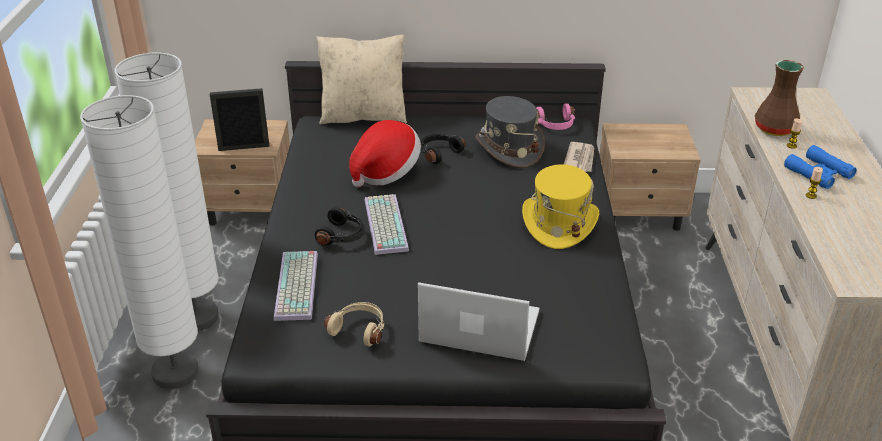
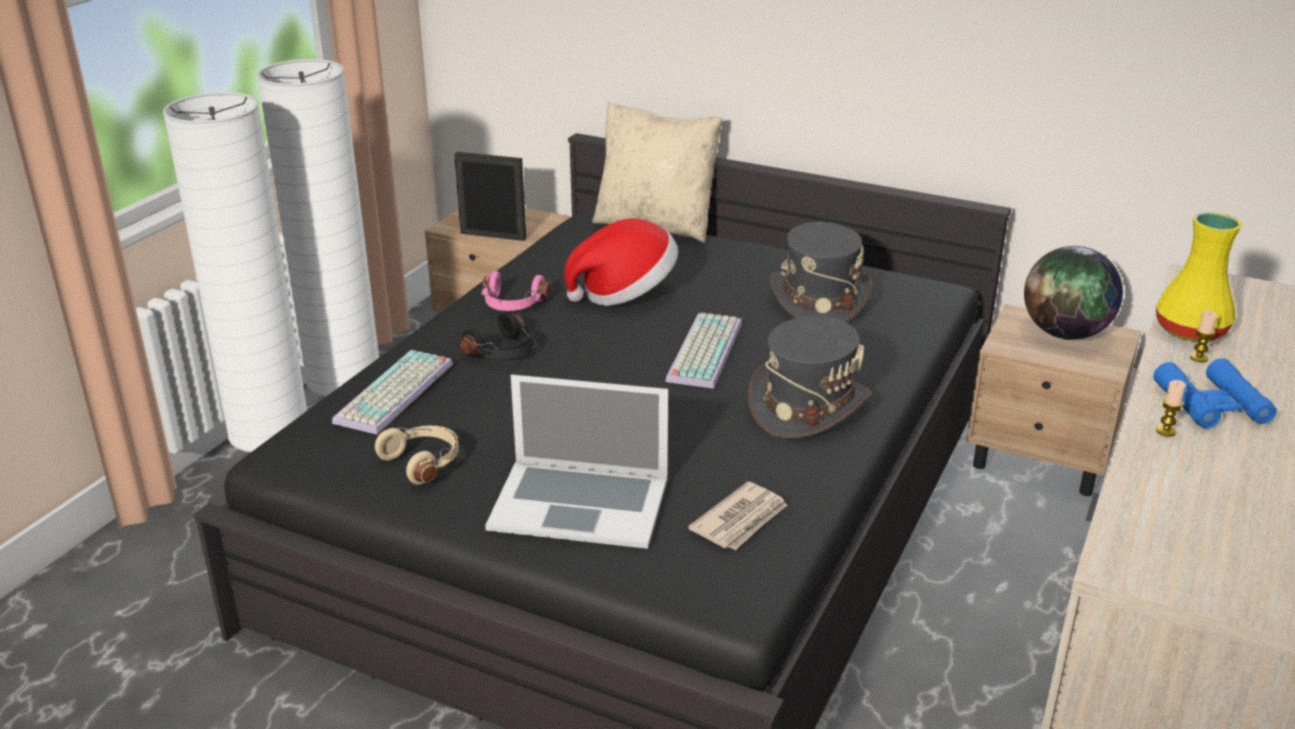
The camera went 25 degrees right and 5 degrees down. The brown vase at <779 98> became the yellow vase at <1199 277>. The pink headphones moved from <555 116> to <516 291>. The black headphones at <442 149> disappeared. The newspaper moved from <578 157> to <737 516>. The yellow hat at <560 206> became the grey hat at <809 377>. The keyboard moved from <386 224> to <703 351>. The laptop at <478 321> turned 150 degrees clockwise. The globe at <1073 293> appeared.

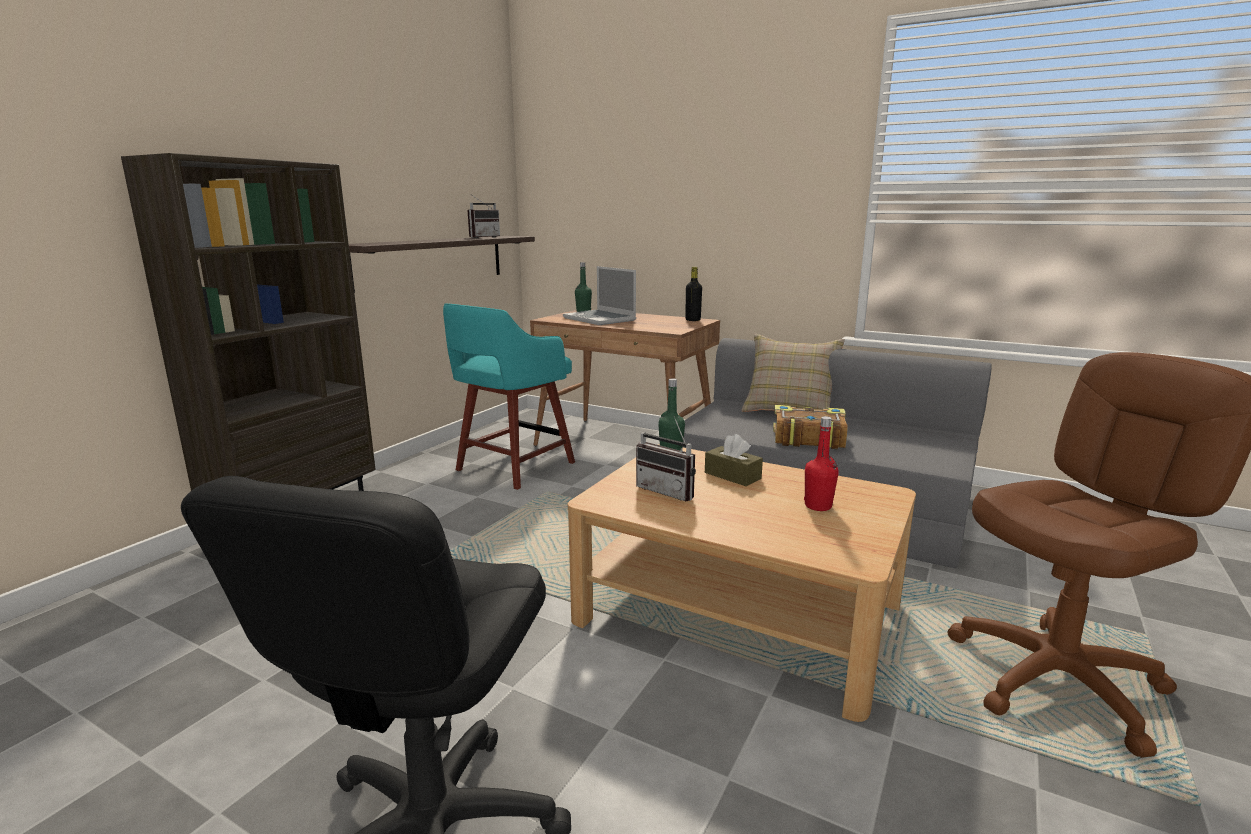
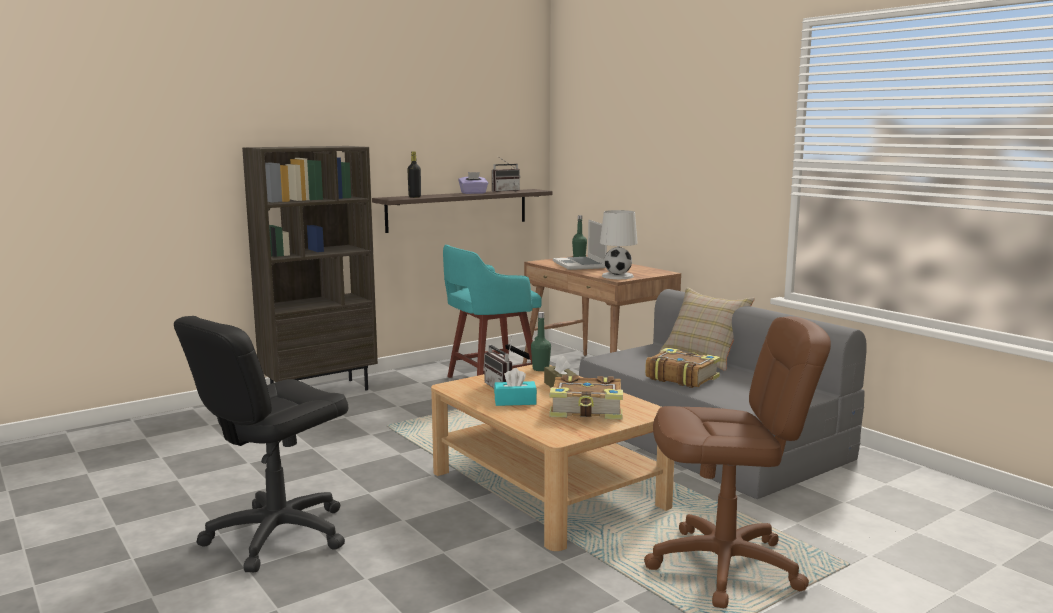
The camera went 25 degrees right and 5 degrees down. The black bottle moved from <693 294> to <414 174>. The red bottle at <821 463> was replaced by the book at <586 397>. The purple tissue box at <473 183> appeared. The white table lamp at <619 244> appeared. The turquoise tissue box at <515 387> appeared.

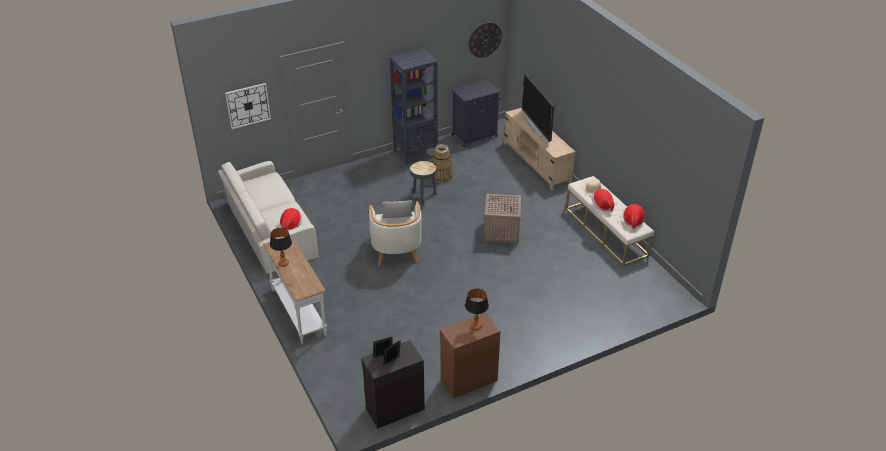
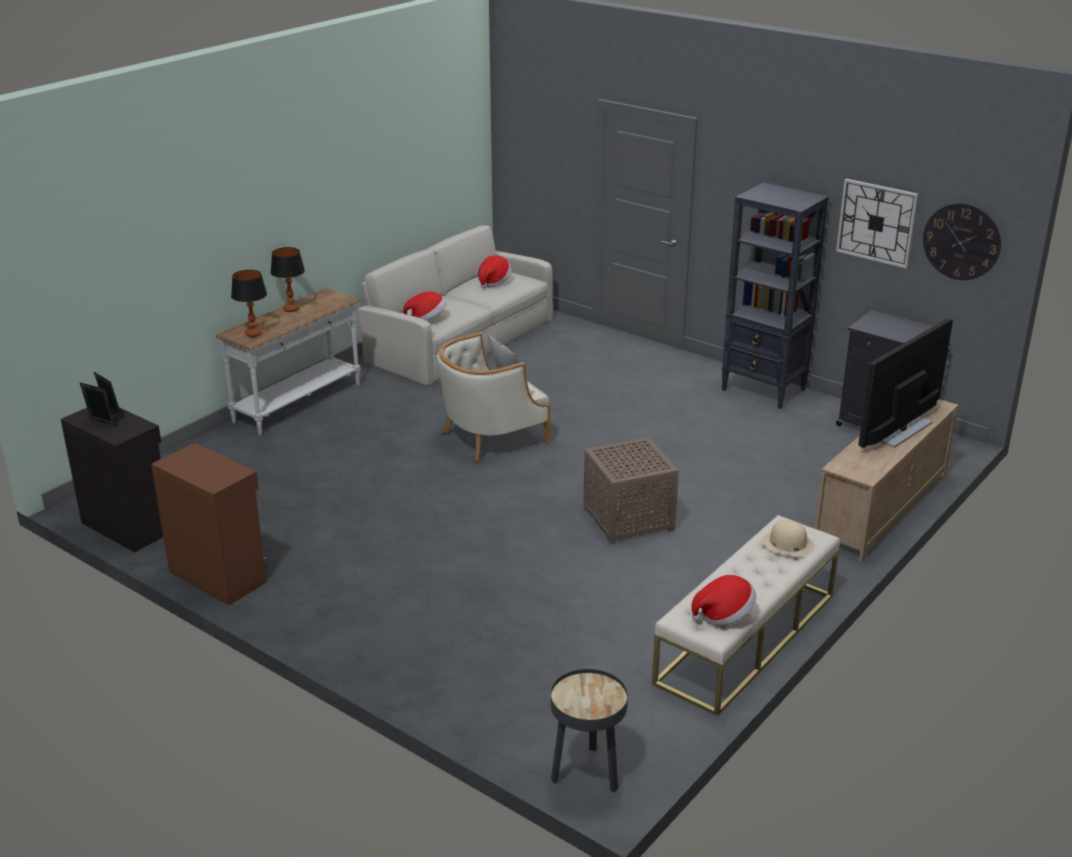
The camera went 65 degrees right and 10 degrees down. The wall clock moved from <248 106> to <877 223>. The basket at <442 163> disappeared. The black side table moved from <423 182> to <589 731>. The hat moved from <603 201> to <494 271>. The table lamp moved from <477 309> to <249 303>.

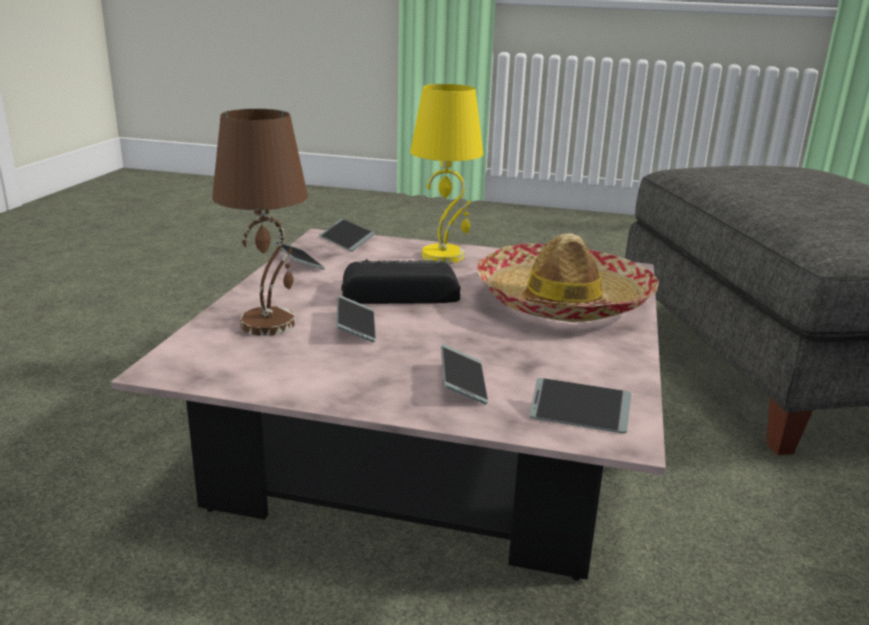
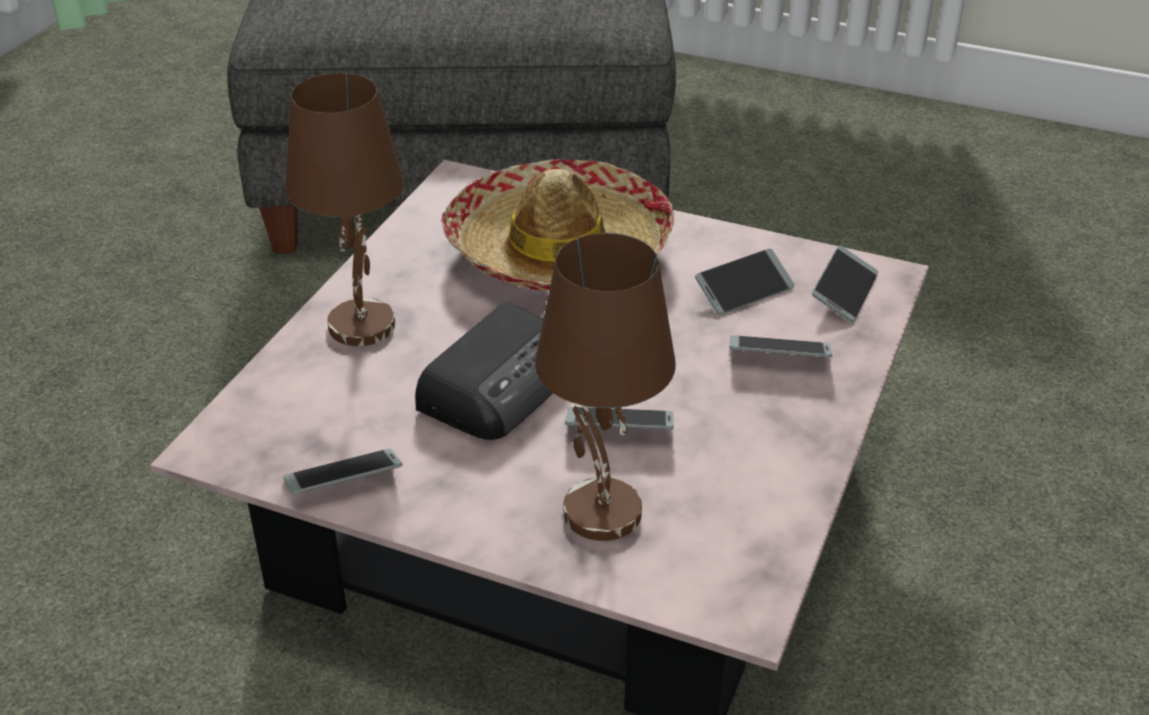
The camera went 80 degrees left and 15 degrees up. The yellow table lamp at <446 173> became the brown table lamp at <345 209>. The phone moved from <347 235> to <745 282>. The radio at <400 281> turned 150 degrees counterclockwise.

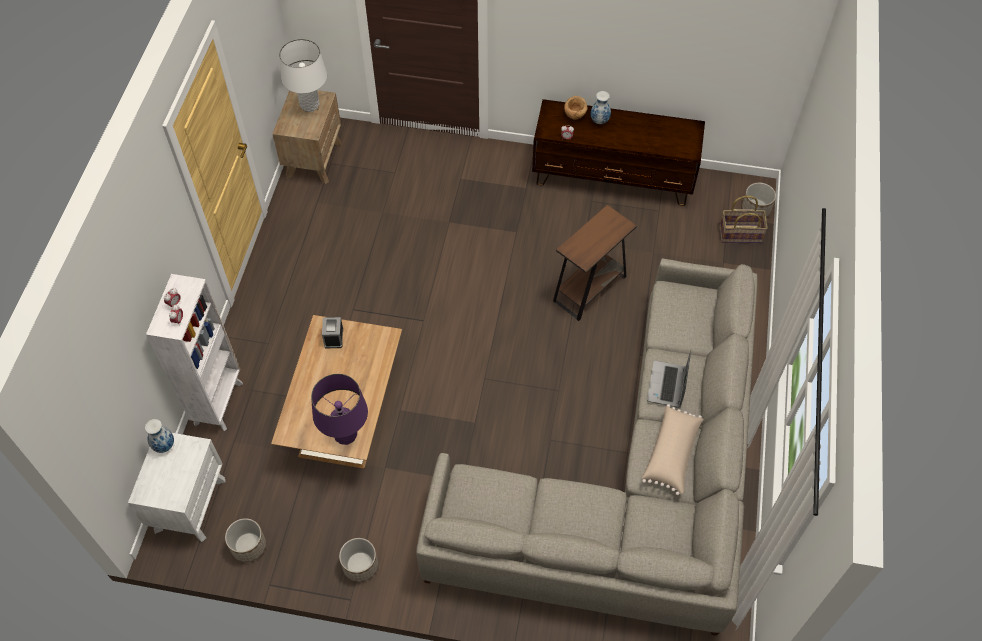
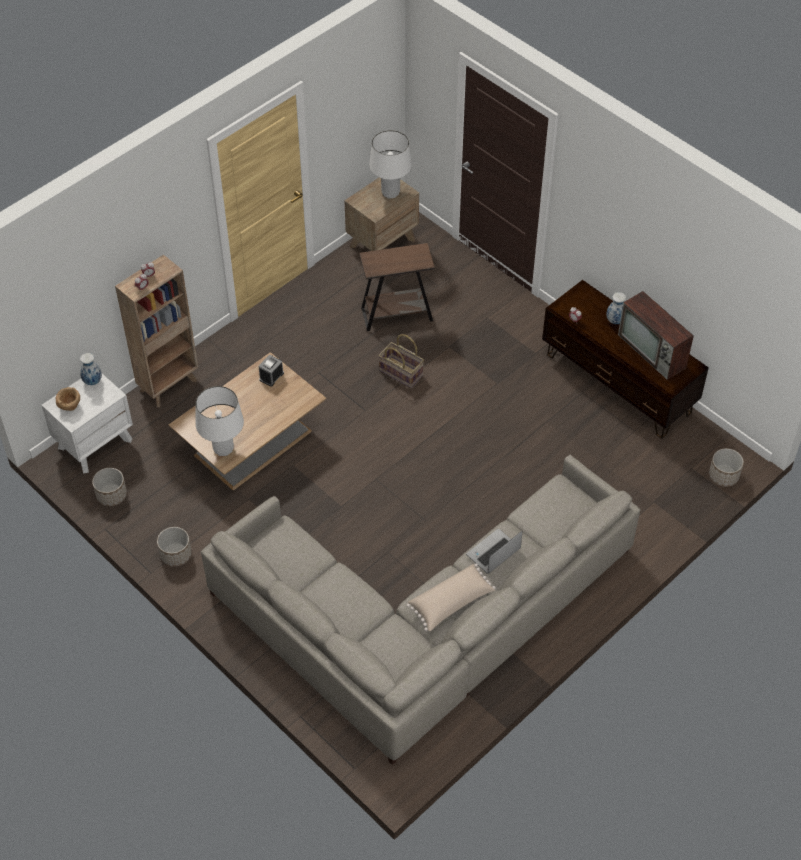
The camera went 35 degrees right and 5 degrees down. The brown bowl moved from <576 108> to <67 399>. The basket moved from <743 219> to <401 361>. The brown side table moved from <595 263> to <397 287>. The white bookcase at <194 352> became the brown bookcase at <156 330>. The purple table lamp at <339 409> became the white table lamp at <220 421>. The television at <656 335> appeared.

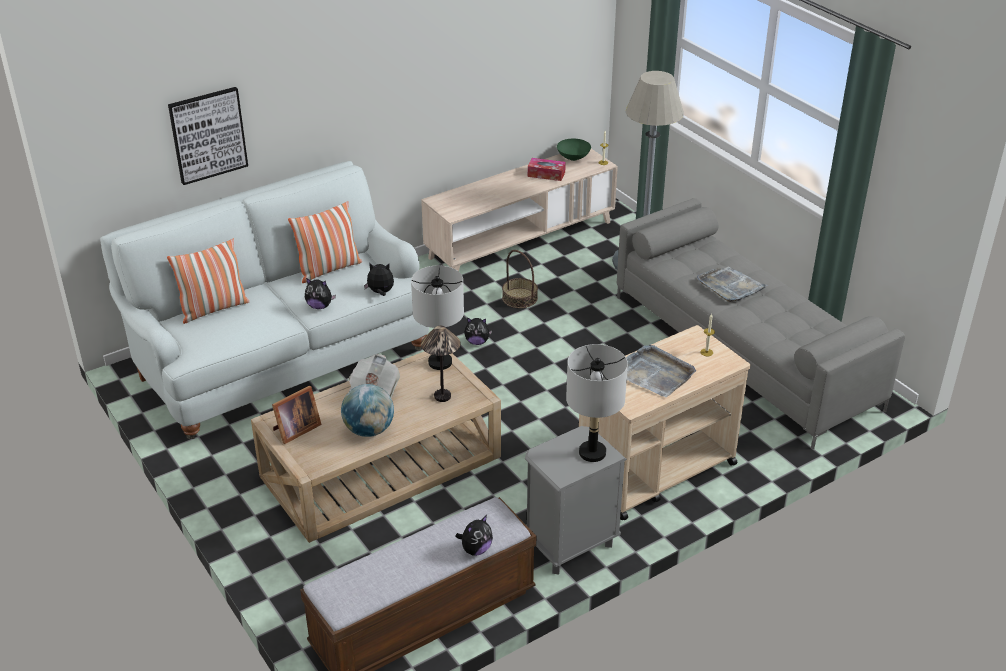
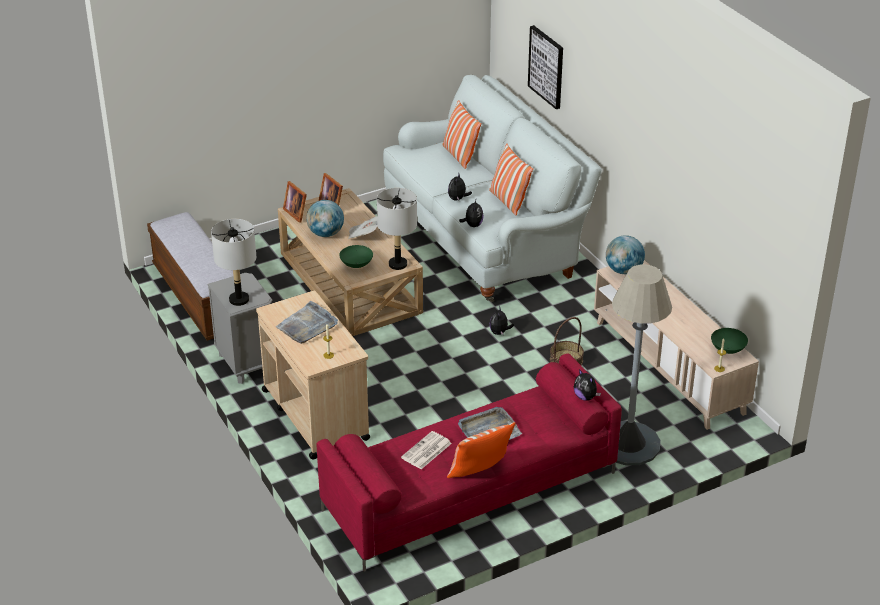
The camera went 95 degrees right and 0 degrees up. The tissue box at <547 169> disappeared. The grey sofa at <761 324> became the red sofa at <469 463>. The table lamp at <441 364> was replaced by the green bowl at <356 256>. The plush toy moved from <474 535> to <587 385>. The picture frame at <295 202> appeared. The globe at <625 254> appeared. The pillow at <481 450> appeared. The newspaper at <426 450> appeared.

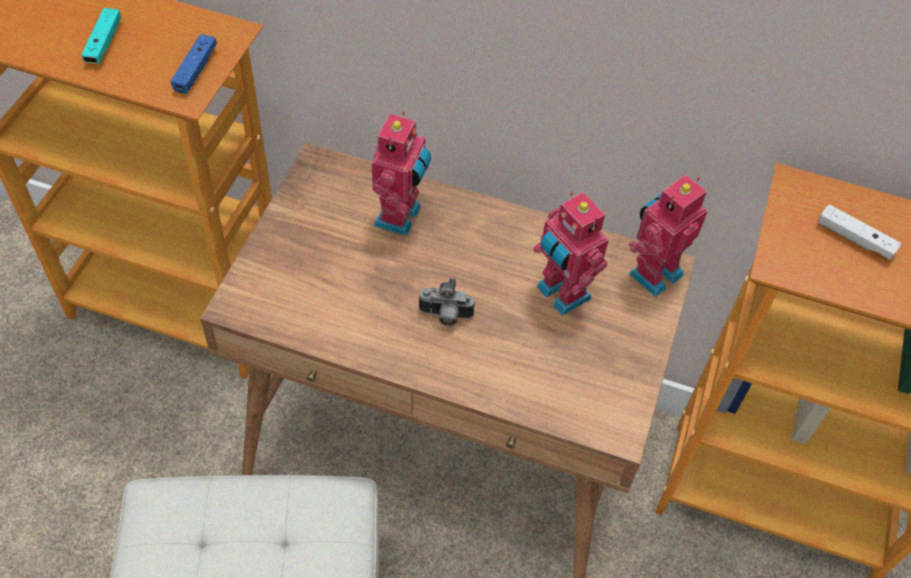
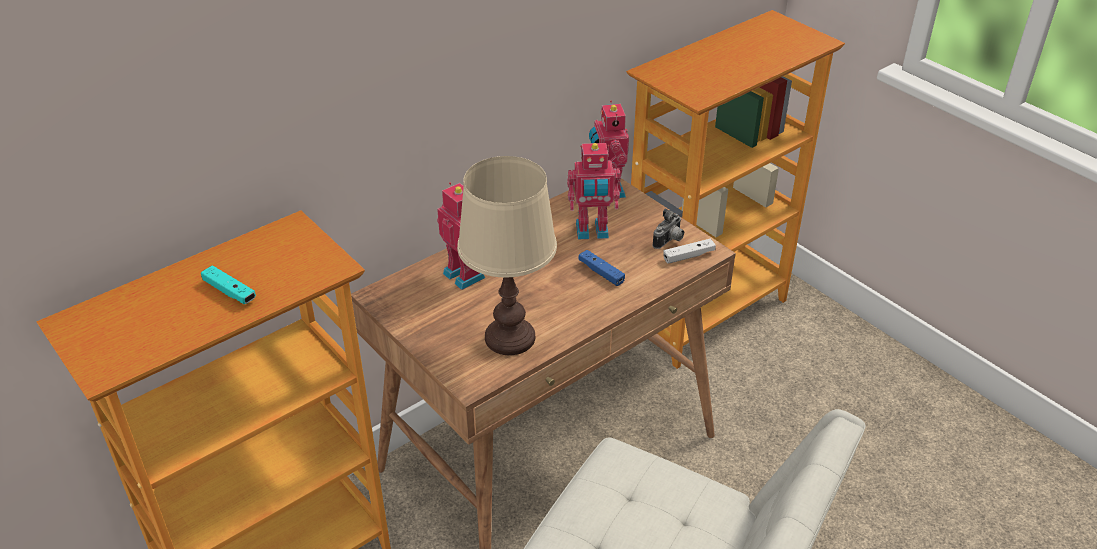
The camera went 55 degrees left and 15 degrees down. The blue game controller moved from <194 64> to <601 268>. The white game controller moved from <859 232> to <689 251>. The photo camera moved from <446 302> to <668 229>. The beige table lamp at <507 255> appeared.

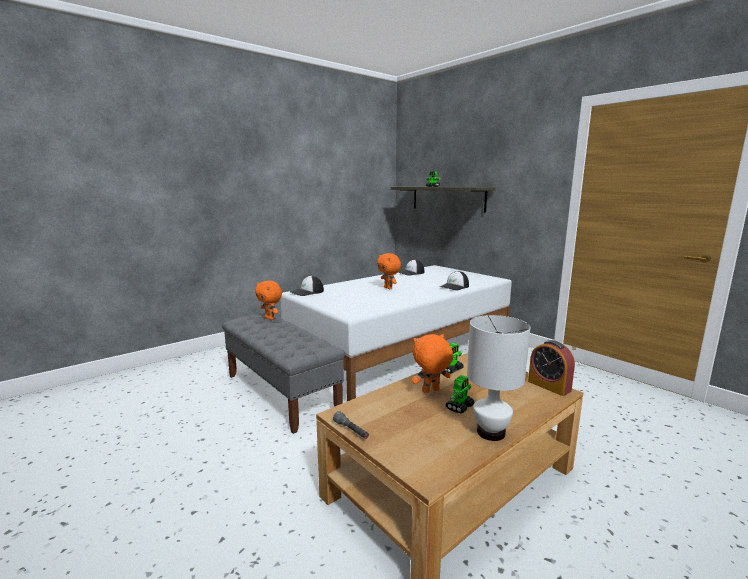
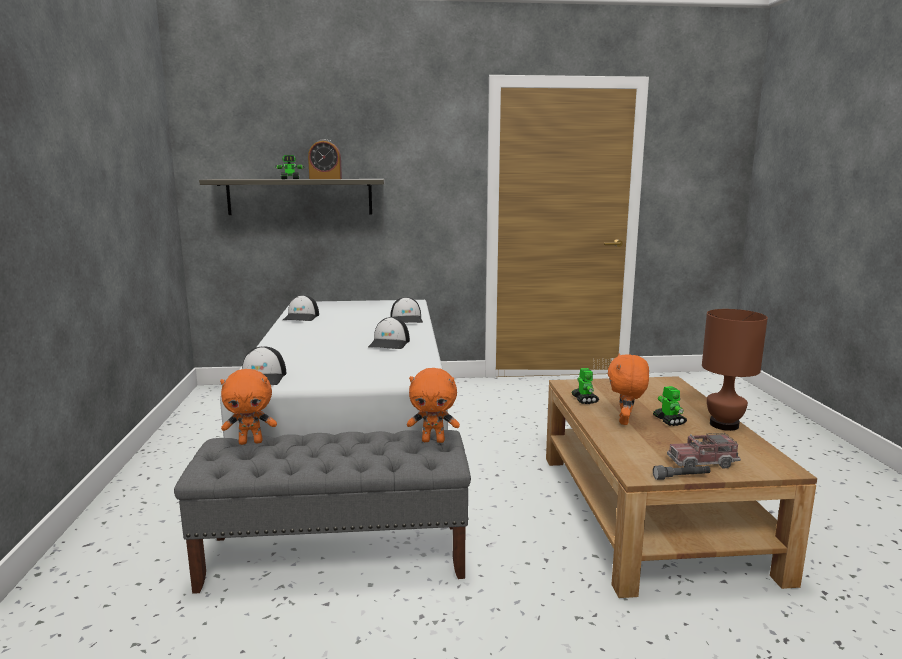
The camera went 55 degrees left and 0 degrees up. The orange plush toy moved from <389 271> to <433 405>. The white table lamp at <498 378> became the brown table lamp at <735 370>. The alarm clock moved from <551 368> to <325 159>. The cap at <389 333> appeared. The toy truck at <704 450> appeared.

